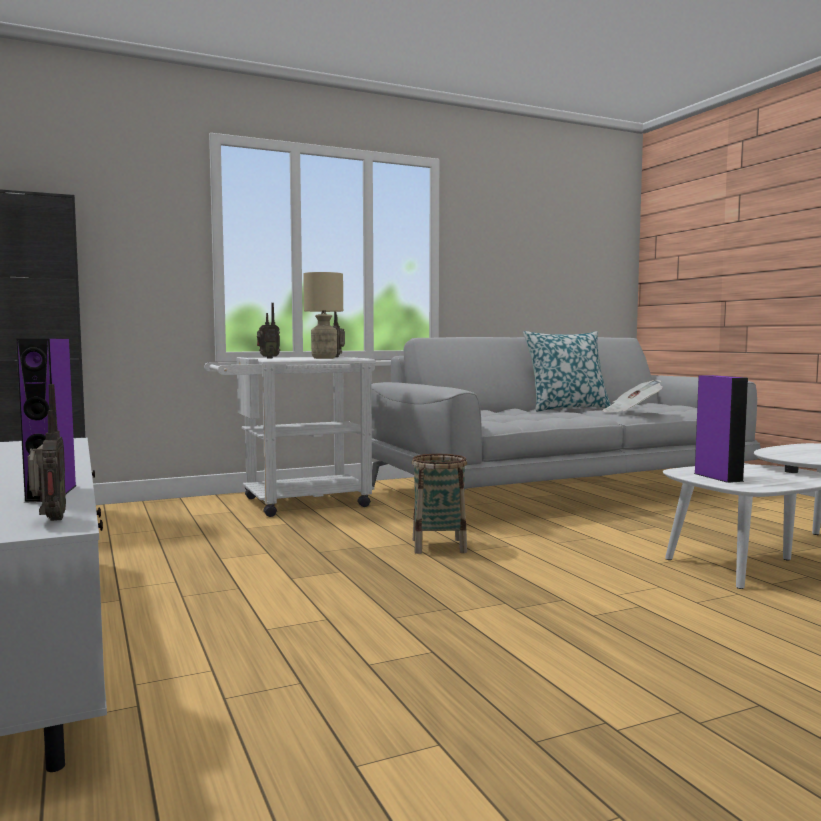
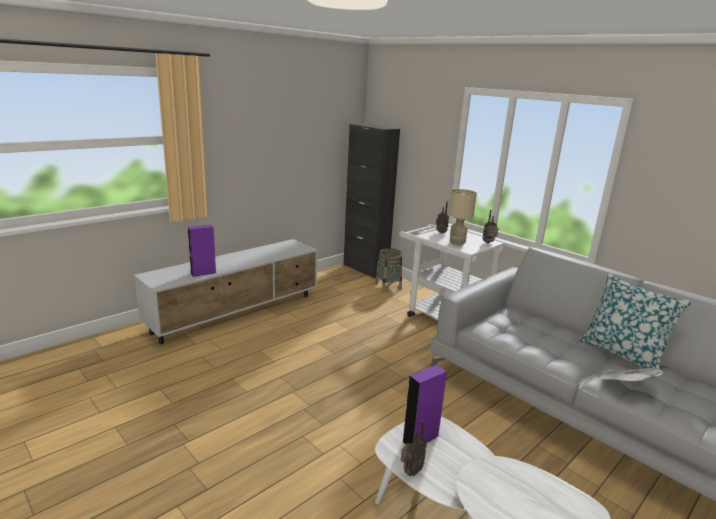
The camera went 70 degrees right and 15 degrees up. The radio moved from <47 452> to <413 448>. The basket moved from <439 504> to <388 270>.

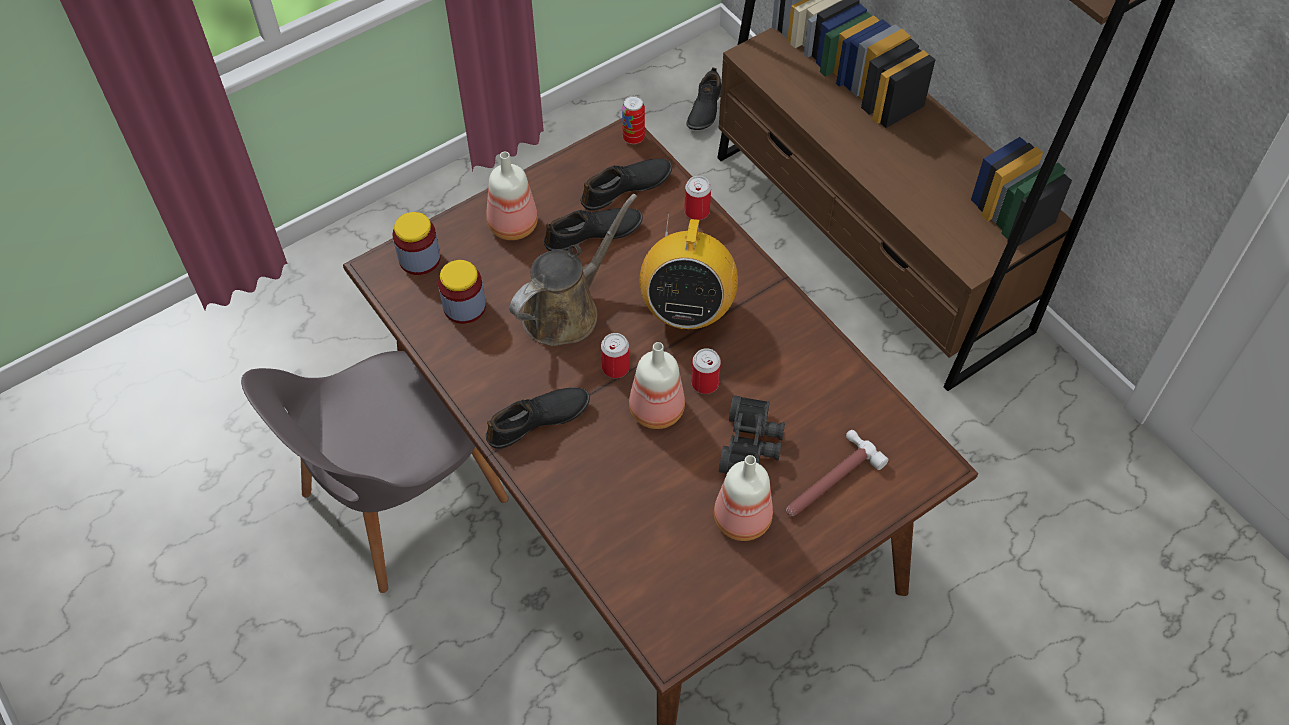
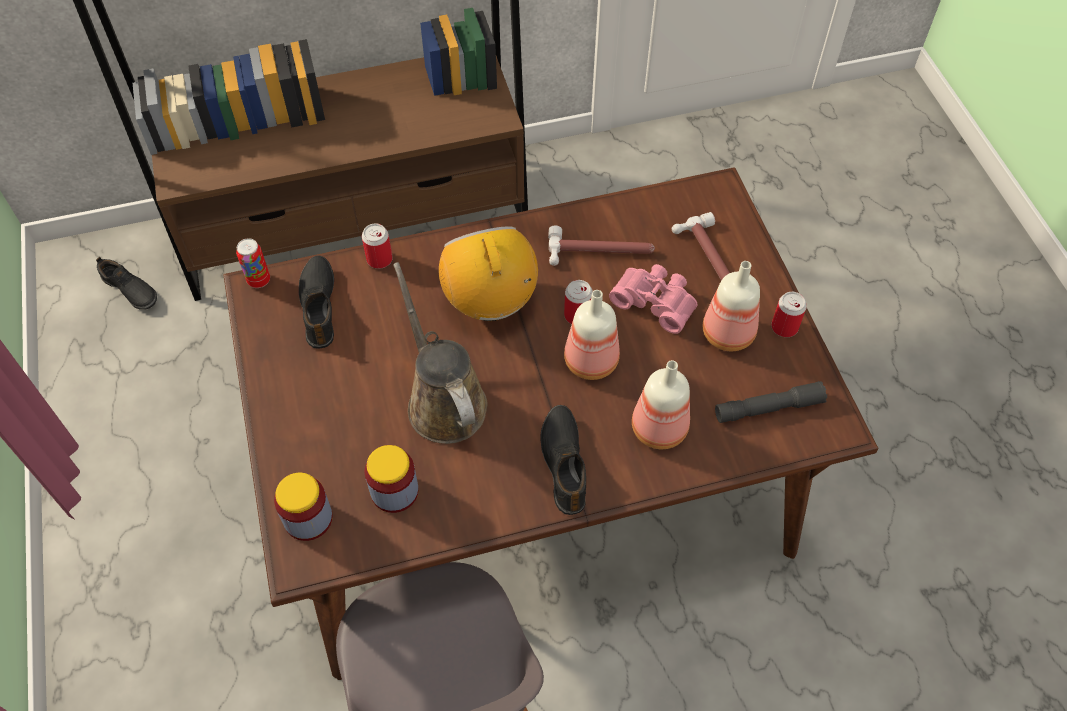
The camera went 70 degrees left and 0 degrees up. The bottle moved from <512 196> to <661 404>. The black shoe at <593 229> disappeared. The radio at <689 271> turned 135 degrees counterclockwise. The can moved from <615 355> to <789 314>. The black binoculars at <752 434> became the pink binoculars at <653 299>. The hammer at <601 245> appeared. The grey flashlight at <771 402> appeared.

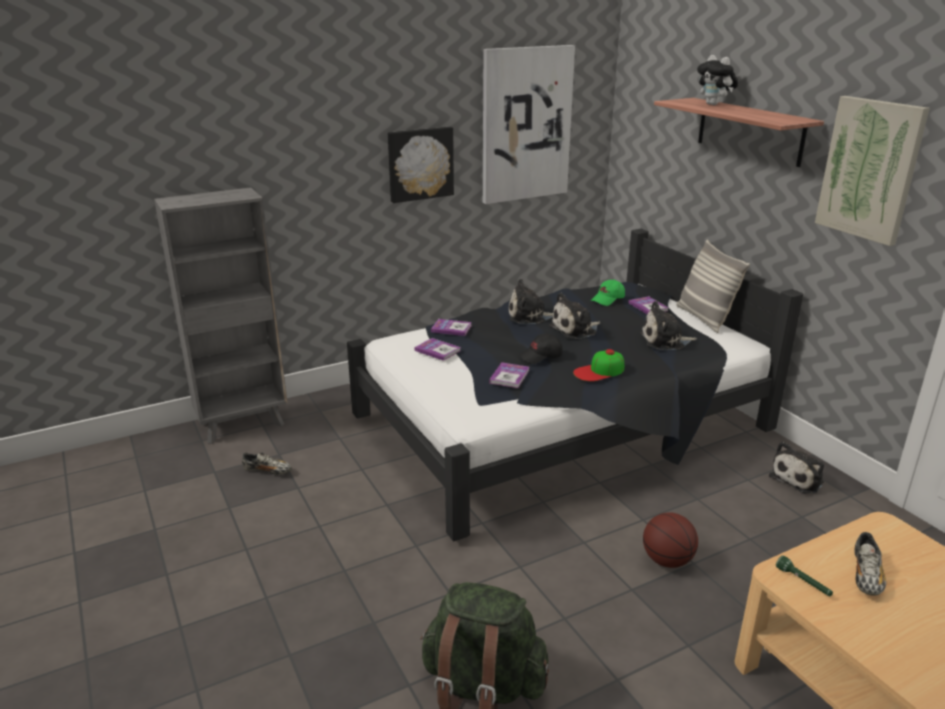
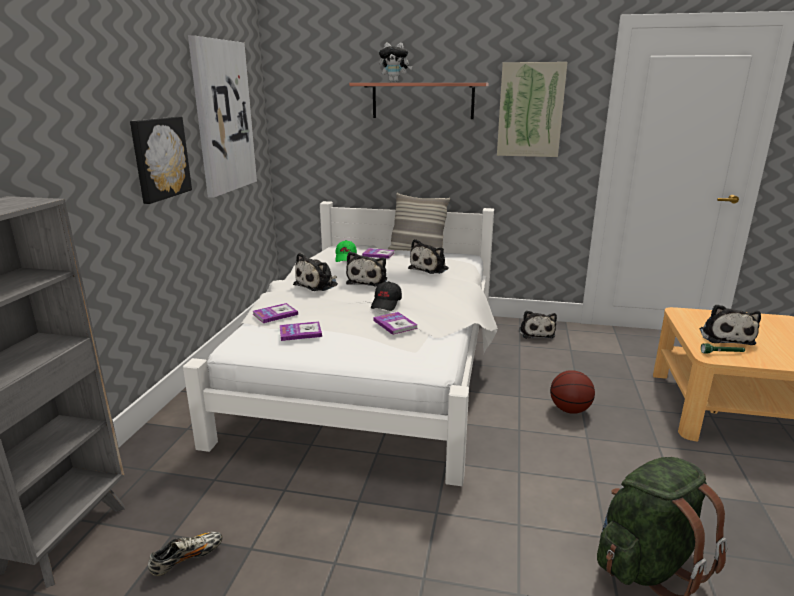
The camera went 50 degrees left and 5 degrees down. The black bed at <575 385> became the white bed at <340 343>. The cap at <598 365> disappeared. The shoe at <870 564> was replaced by the plush toy at <730 324>.

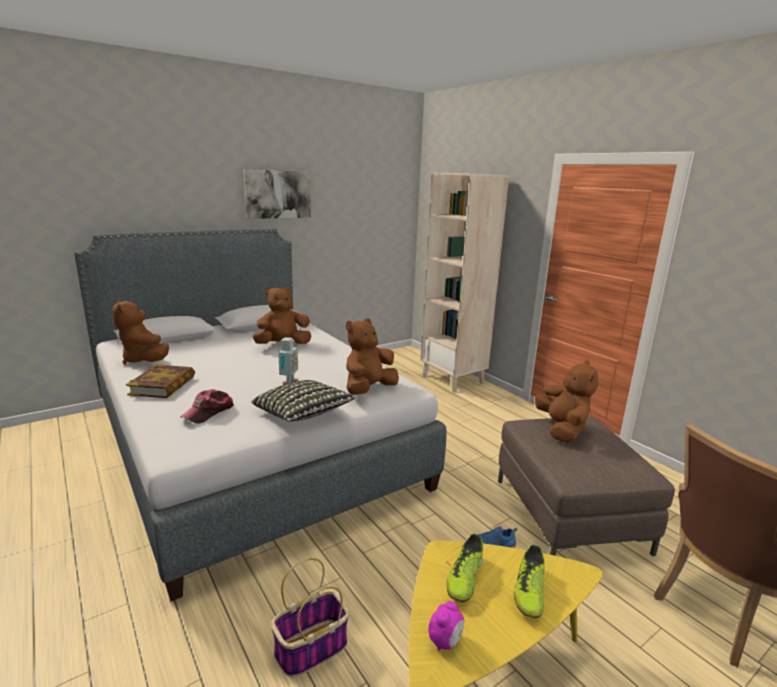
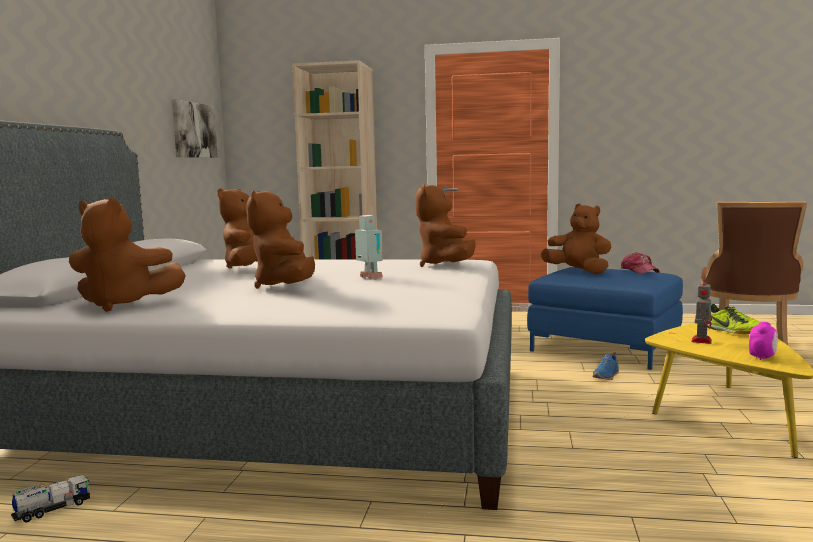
The camera went 45 degrees left and 10 degrees down. The picture moved from <277 194> to <195 128>. The book at <160 381> disappeared. The pillow at <303 401> disappeared. The cap moved from <207 406> to <640 263>. The brown ottoman at <586 486> became the blue ottoman at <605 318>. The shoe at <464 568> was replaced by the toy robot at <702 310>. The basket at <310 617> disappeared. The alarm clock at <446 626> turned 45 degrees clockwise. The brown plush toy at <281 239> appeared. The toy truck at <50 499> appeared.

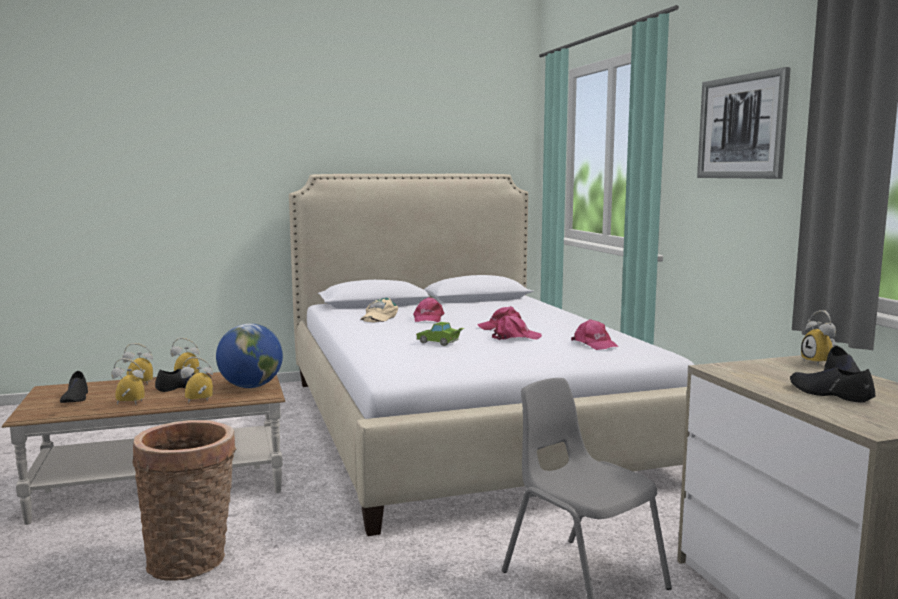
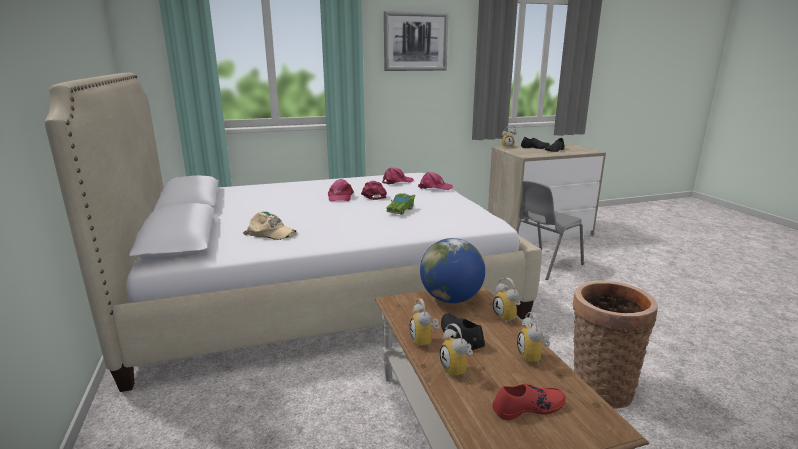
The camera went 90 degrees left and 10 degrees up. The pink cap moved from <429 309> to <435 181>. The black shoe at <74 387> became the red shoe at <529 402>.

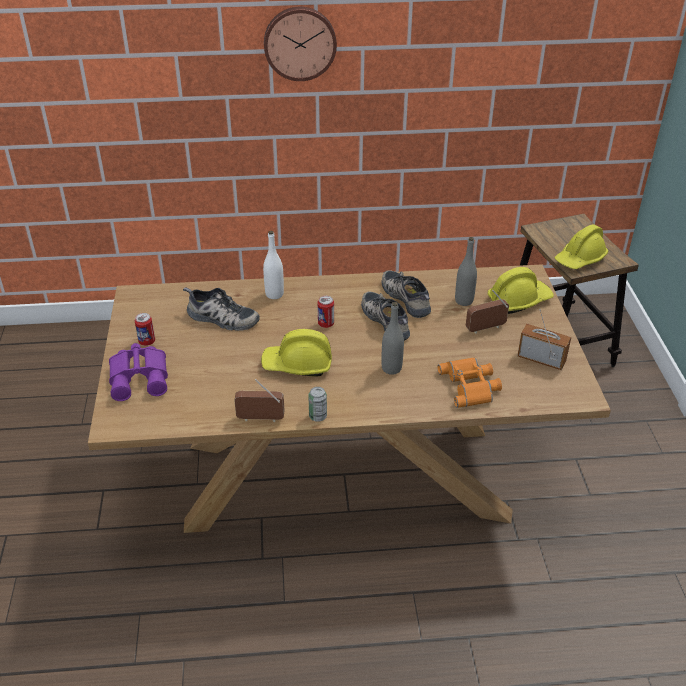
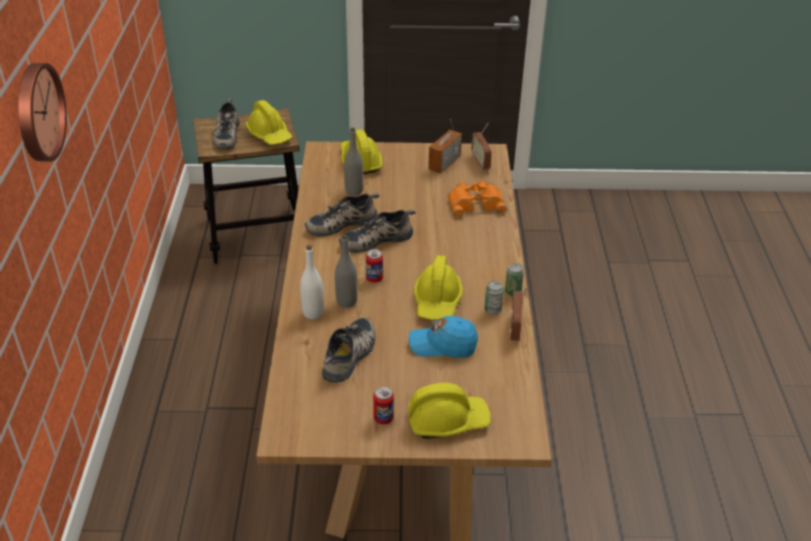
The camera went 85 degrees left and 0 degrees up. The radio moved from <487 312> to <481 146>. The grey bottle moved from <392 338> to <346 271>. The purple binoculars at <138 372> was replaced by the yellow hard hat at <449 411>. The shoe at <226 124> appeared. The can at <494 298> appeared. The blue cap at <443 337> appeared.

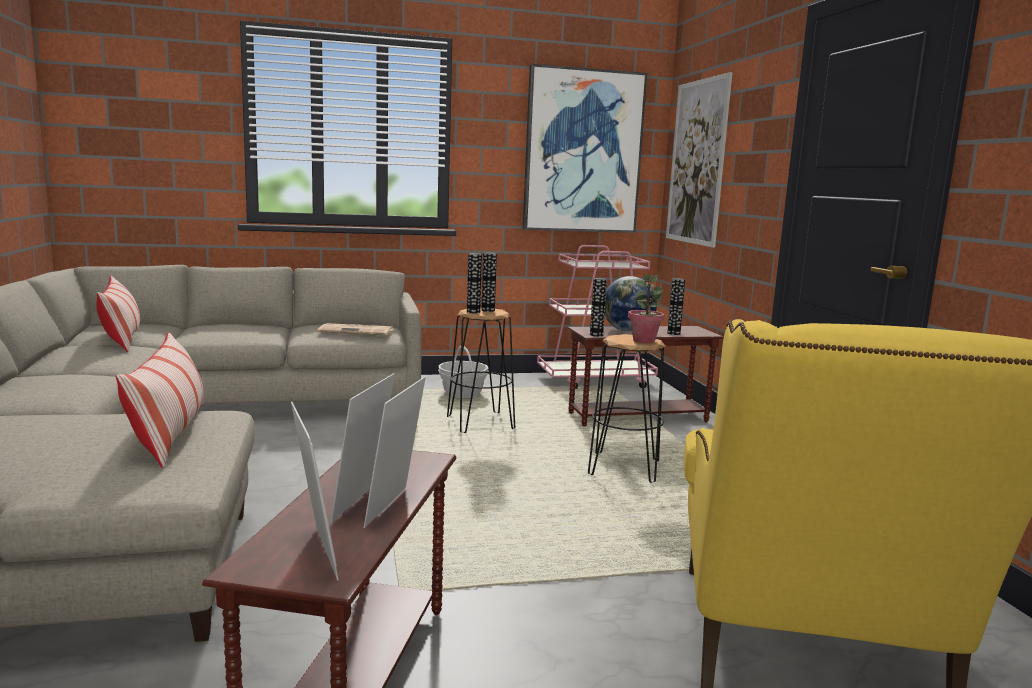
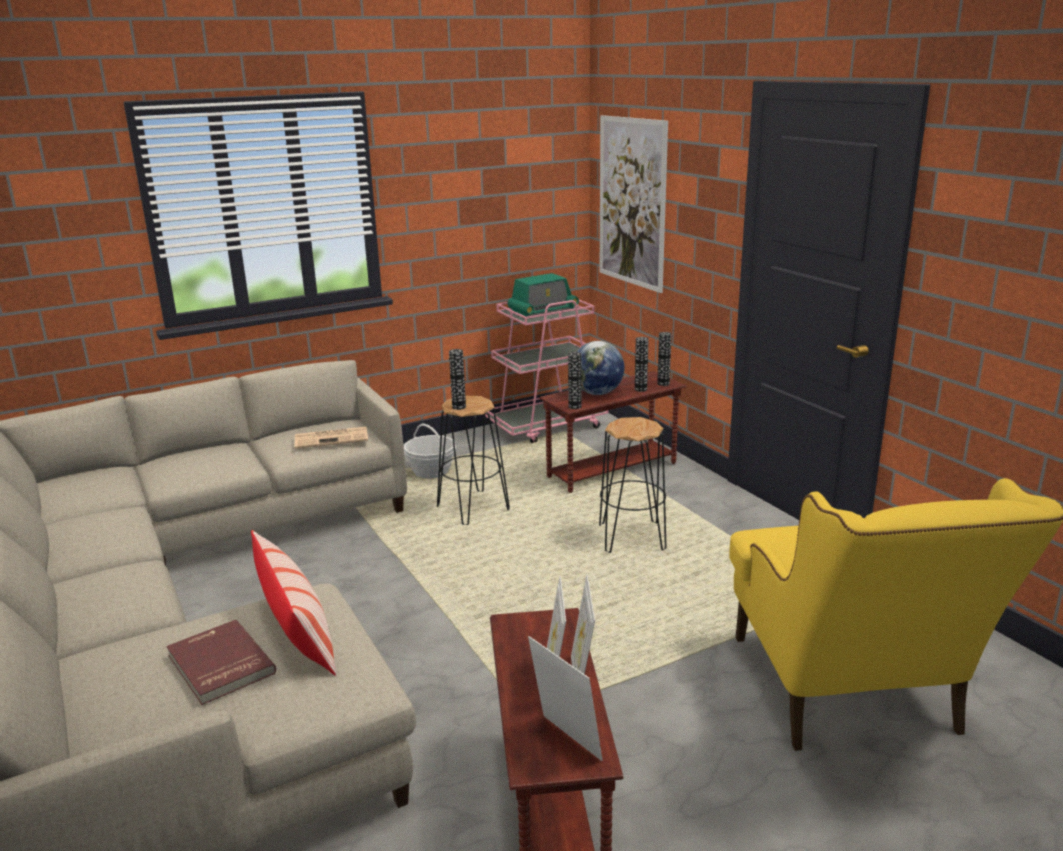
The camera went 15 degrees left and 10 degrees up. The picture at <585 148> disappeared. The vase moved from <489 282> to <664 359>. The potted plant at <646 308> disappeared. The pillow at <118 314> disappeared. The radio at <543 295> appeared. The red book at <221 662> appeared.

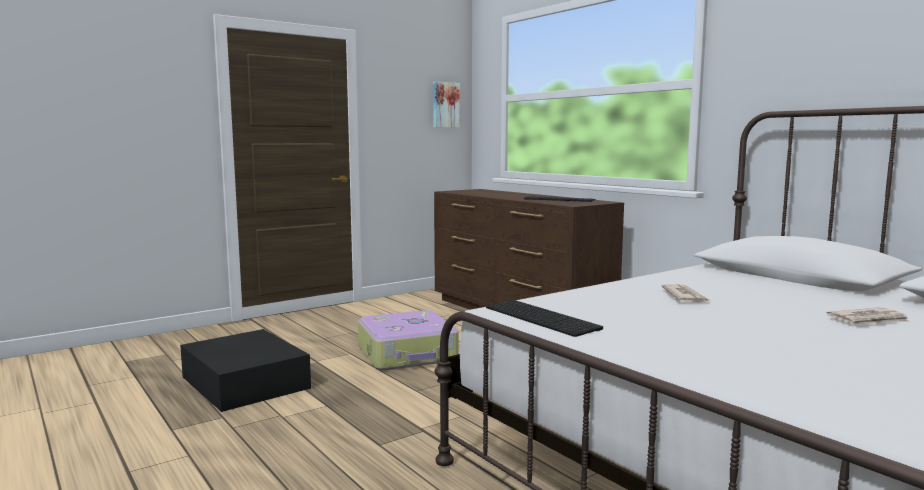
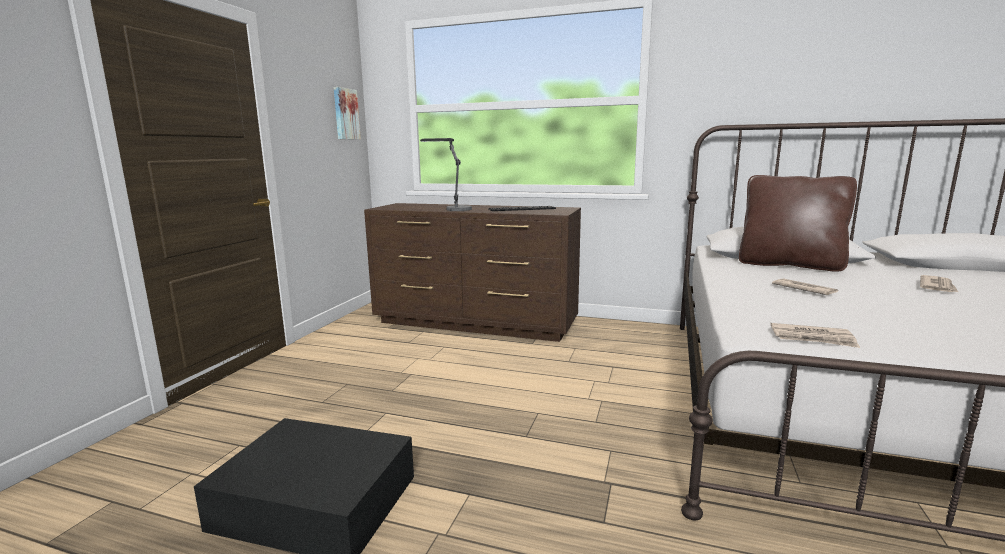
The camera went 35 degrees left and 5 degrees up. The keyboard at <544 318> was replaced by the newspaper at <815 335>. The suitcase at <408 340> disappeared. The table lamp at <446 174> appeared. The brown pillow at <798 223> appeared.

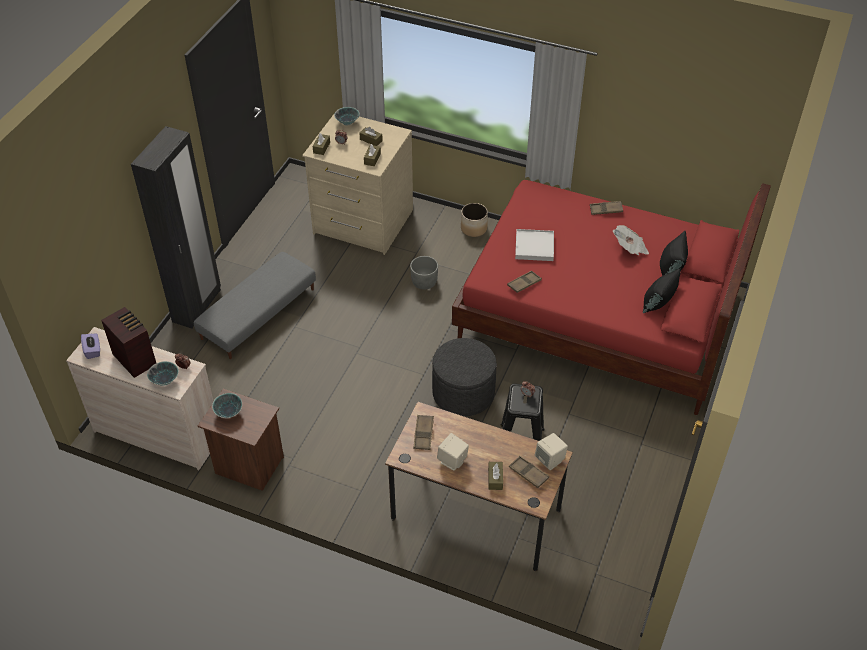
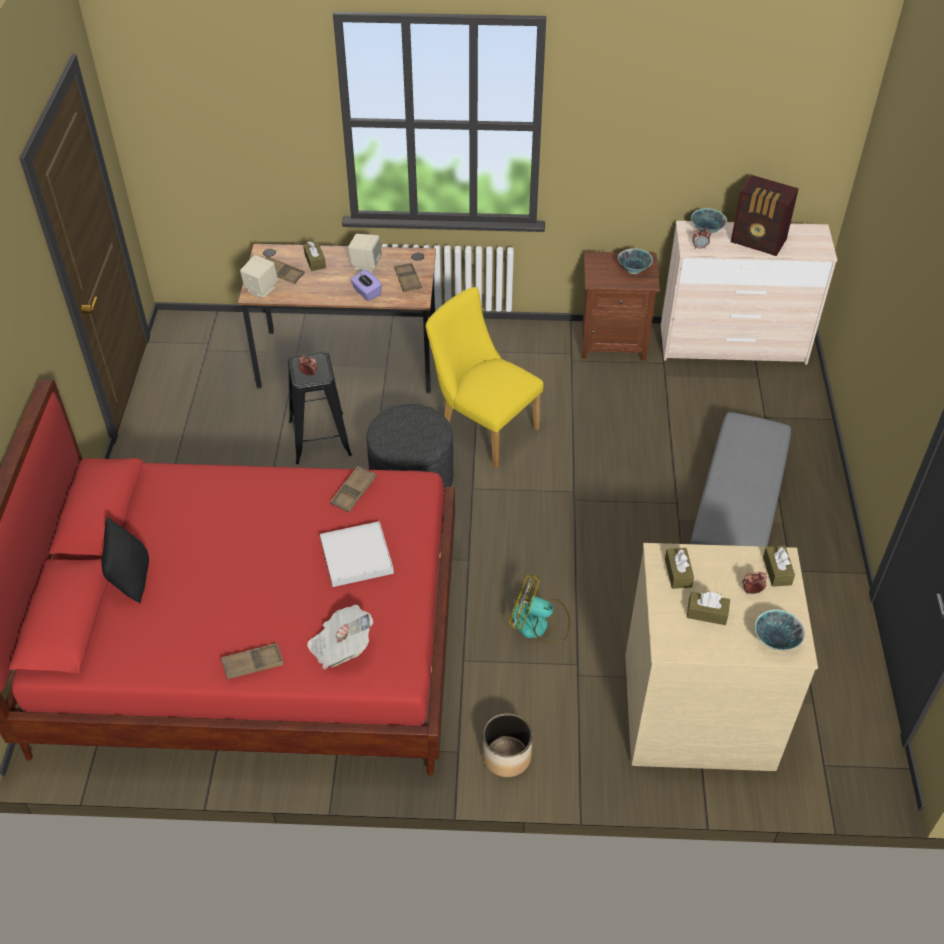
The camera went 160 degrees right and 0 degrees up. The black wardrobe at <176 227> disappeared. The newspaper moved from <631 240> to <340 637>. The grey planter at <424 273> was replaced by the fan at <539 608>. The black pillow at <662 290> disappeared. The purple tissue box moved from <90 346> to <366 285>. The yellow chair at <485 377> appeared.

